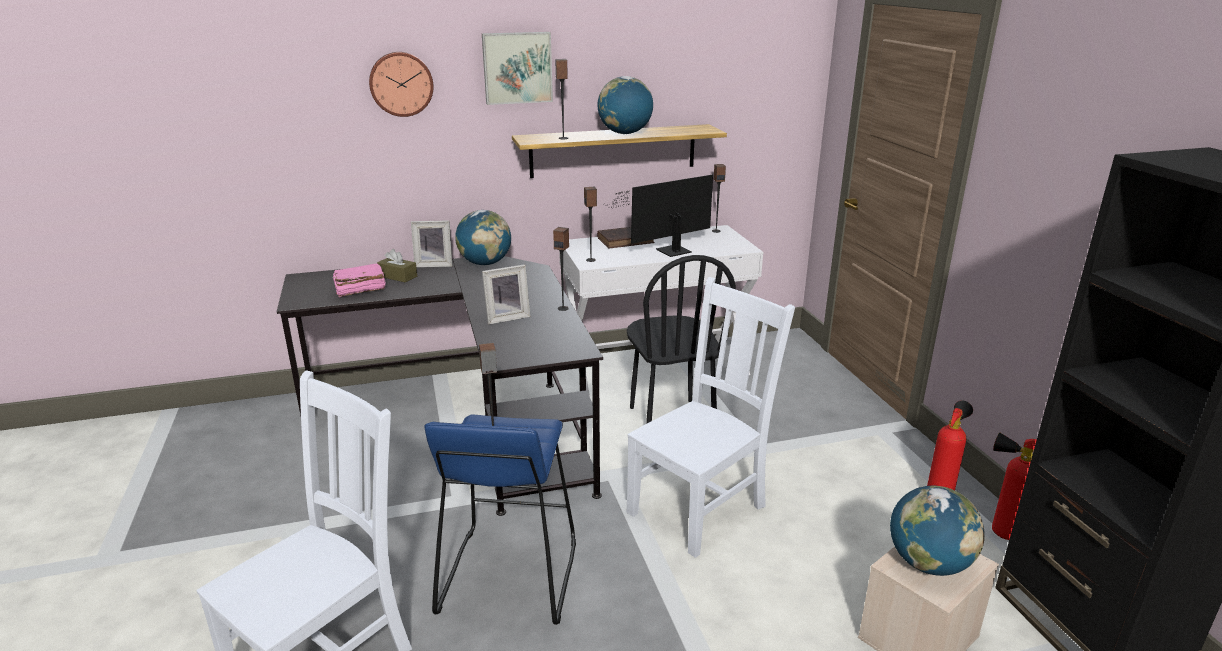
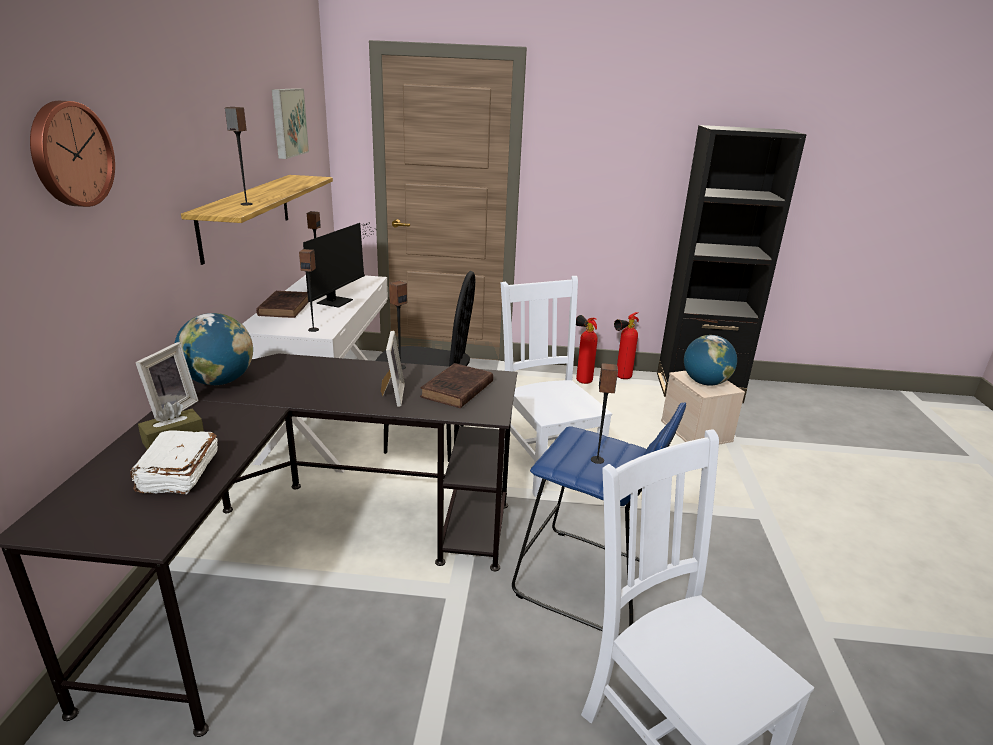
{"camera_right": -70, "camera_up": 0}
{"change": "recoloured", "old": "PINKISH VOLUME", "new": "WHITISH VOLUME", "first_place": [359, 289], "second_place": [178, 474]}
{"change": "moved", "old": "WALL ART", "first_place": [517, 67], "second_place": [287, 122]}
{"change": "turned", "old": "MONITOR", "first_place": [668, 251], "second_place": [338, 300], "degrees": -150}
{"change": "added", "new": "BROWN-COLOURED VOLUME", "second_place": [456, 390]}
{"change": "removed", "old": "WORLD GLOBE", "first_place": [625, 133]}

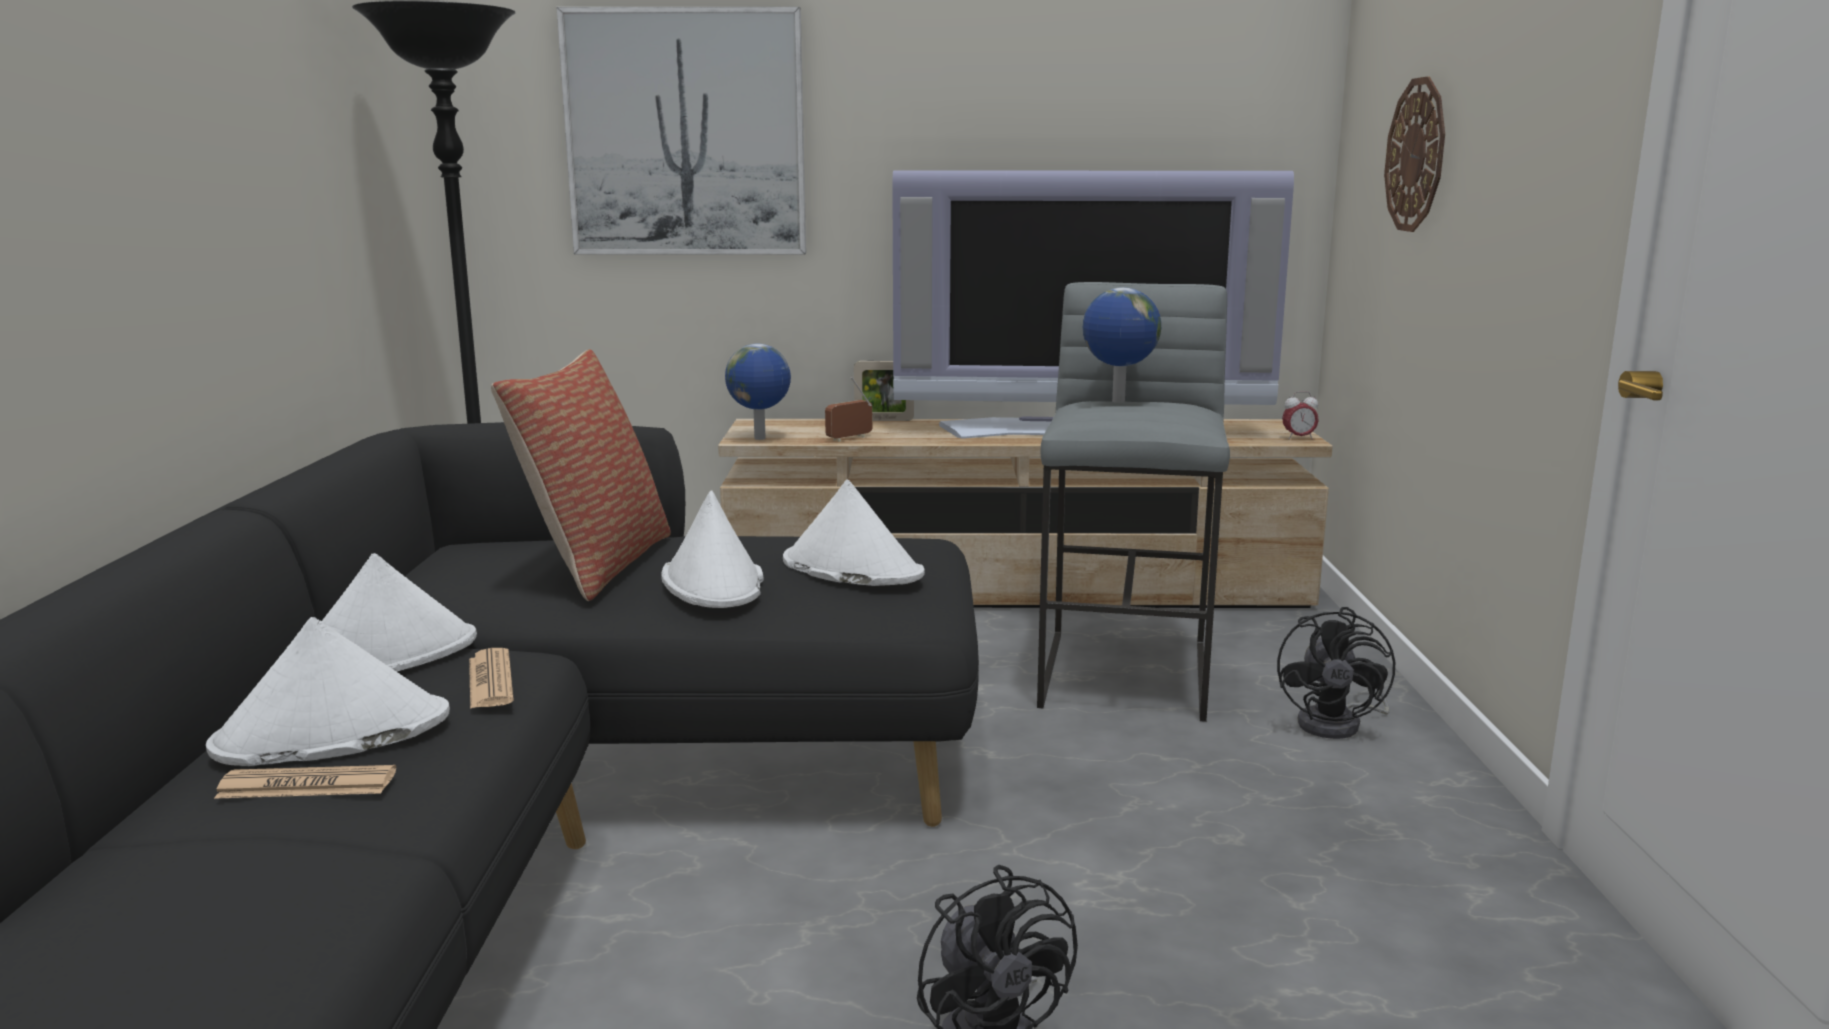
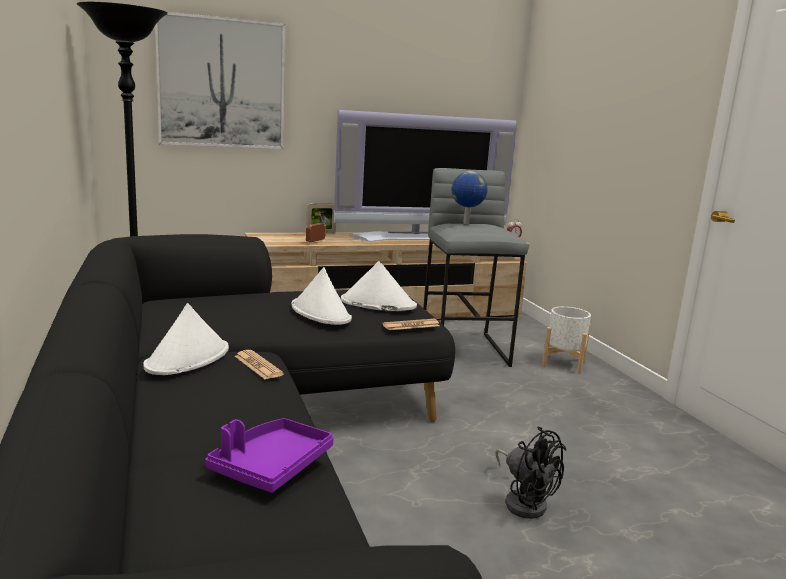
{"camera_right": -20, "camera_up": 0}
{"change": "added", "new": "PURPLE TRAY", "second_place": [271, 466]}
{"change": "moved", "old": "NEWSPAPER", "first_place": [307, 785], "second_place": [411, 325]}
{"change": "replaced", "old": "BLACK-COLOURED ELECTRIC FAN", "new": "WHITISH PLANT POT", "first_place": [1338, 724], "second_place": [563, 363]}
{"change": "removed", "old": "WHITISH CLOTHING HAT", "first_place": [331, 733]}
{"change": "removed", "old": "CUSHION", "first_place": [597, 564]}
{"change": "removed", "old": "WORLD GLOBE", "first_place": [760, 439]}
{"change": "removed", "old": "WALL CLOCK", "first_place": [1416, 155]}

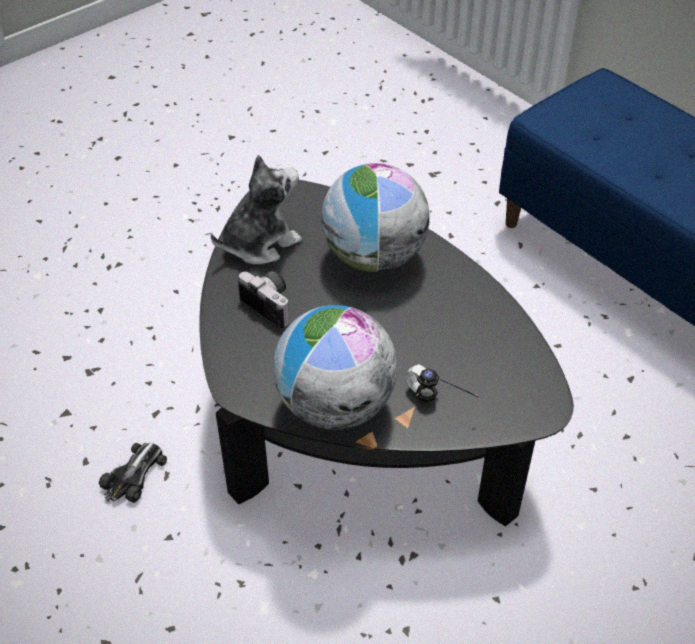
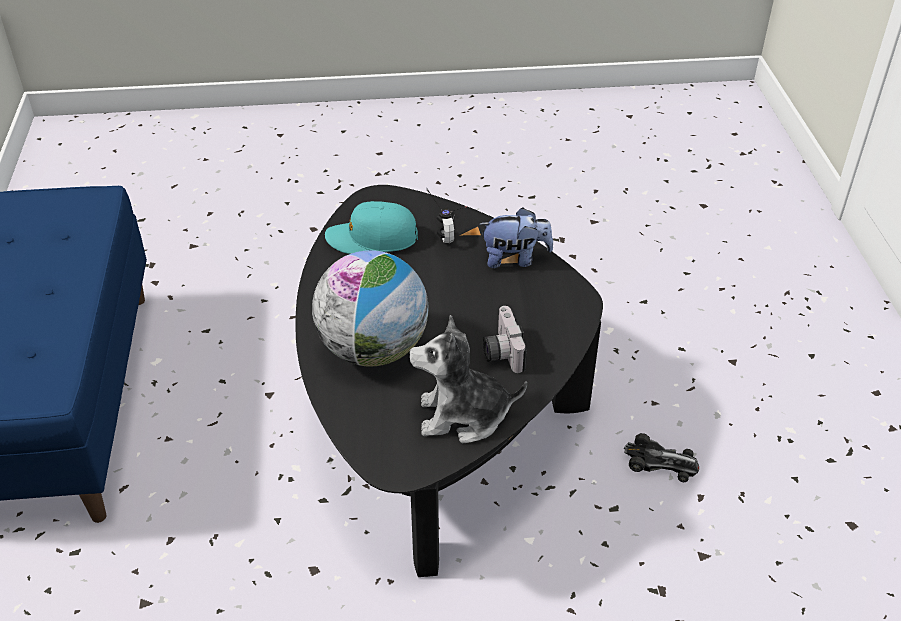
{"camera_right": -145, "camera_up": -5}
{"change": "added", "new": "TURQUOISE BASEBALL CAP", "second_place": [372, 238]}
{"change": "replaced", "old": "WORLD GLOBE", "new": "PLUSH TOY", "first_place": [335, 405], "second_place": [515, 259]}
{"change": "turned", "old": "MINIATURE CAR", "first_place": [135, 475], "second_place": [660, 462], "degrees": -135}

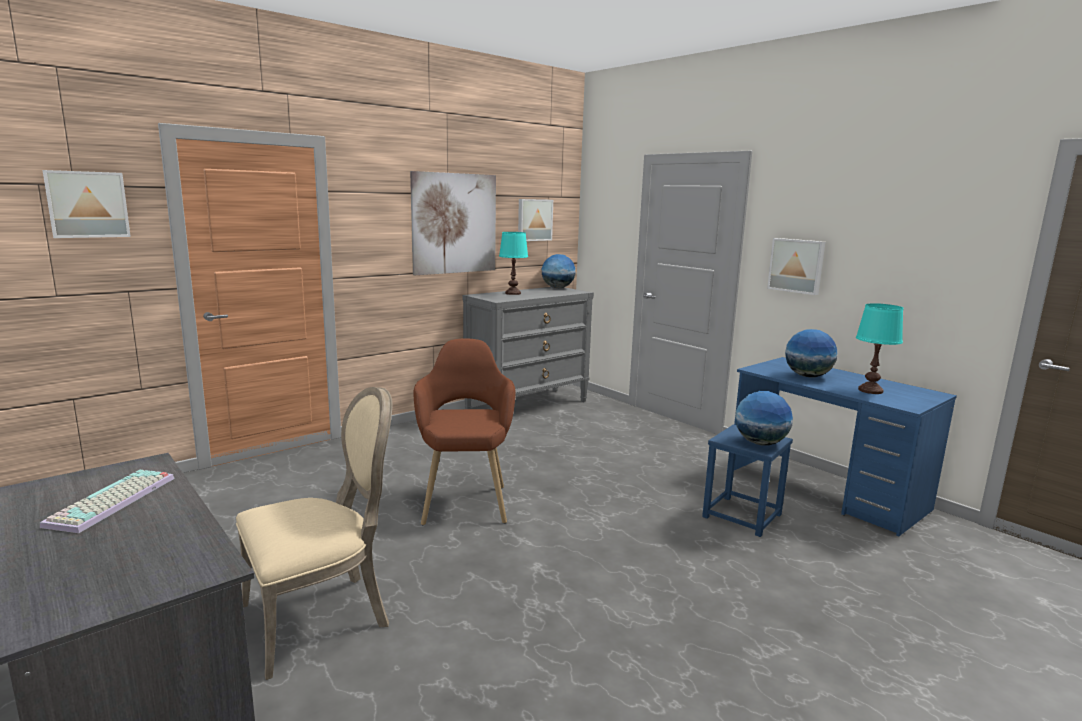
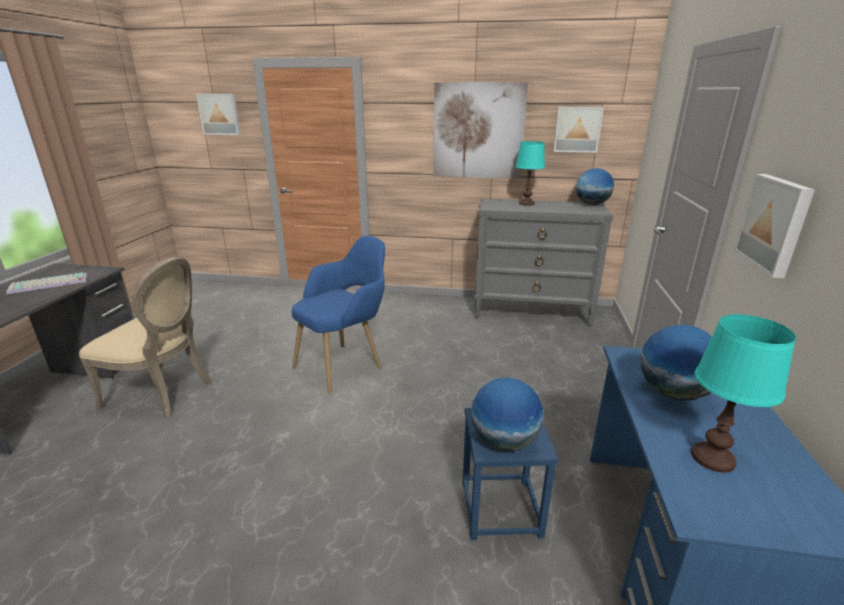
{"camera_right": 50, "camera_up": 10}
{"change": "recoloured", "old": "BROWN-COLOURED LOUNGE CHAIR", "new": "BLUISH LOUNGE CHAIR", "first_place": [465, 498], "second_place": [346, 364]}

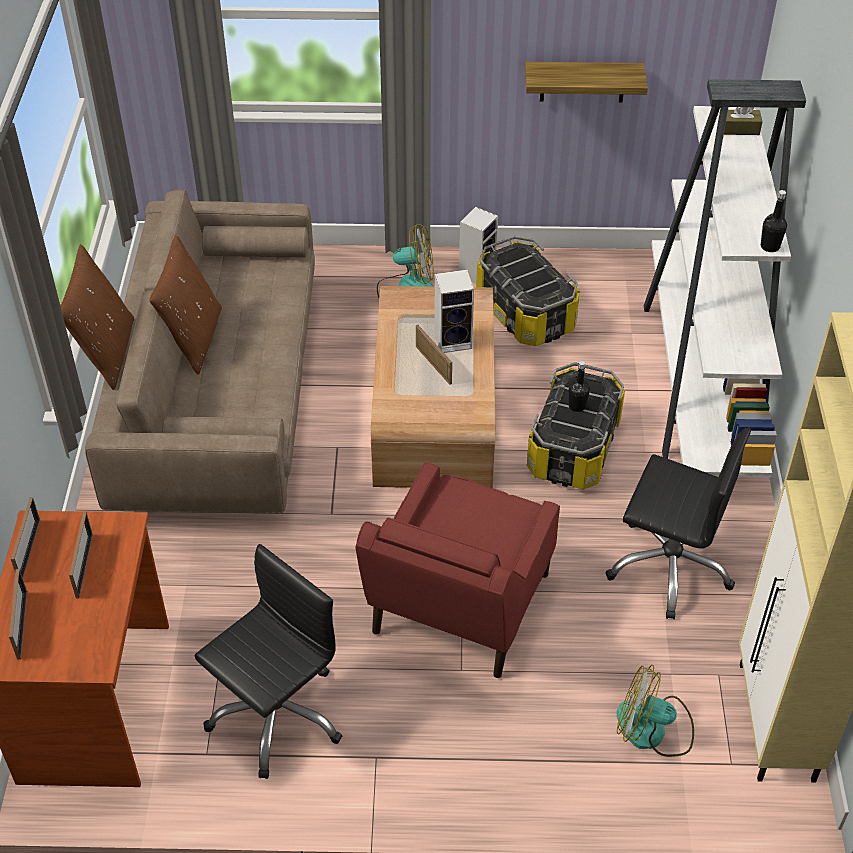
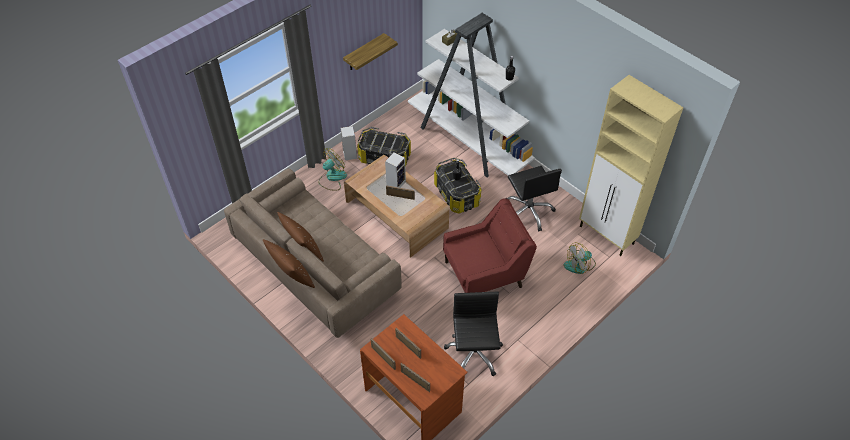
{"camera_right": -45, "camera_up": 5}
{"change": "turned", "old": "RED-COLOURED LOUNGE CHAIR", "first_place": [459, 606], "second_place": [485, 274], "degrees": -90}
{"change": "turned", "old": "BLACK-COLOURED DESK CHAIR", "first_place": [669, 566], "second_place": [528, 211], "degrees": 90}

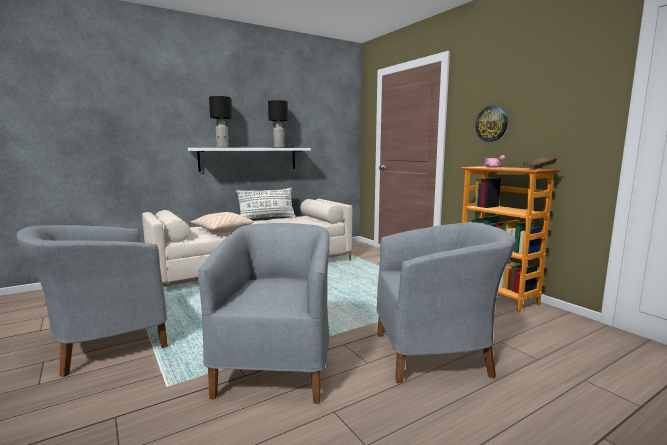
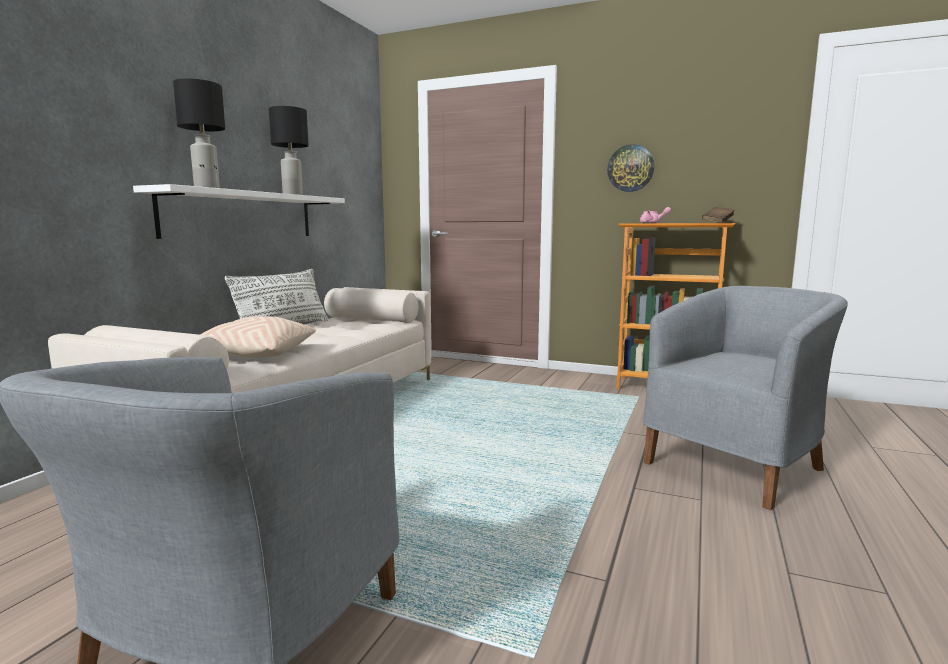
{"camera_right": -35, "camera_up": 0}
{"change": "removed", "old": "GRAY LOUNGE CHAIR", "first_place": [277, 366]}

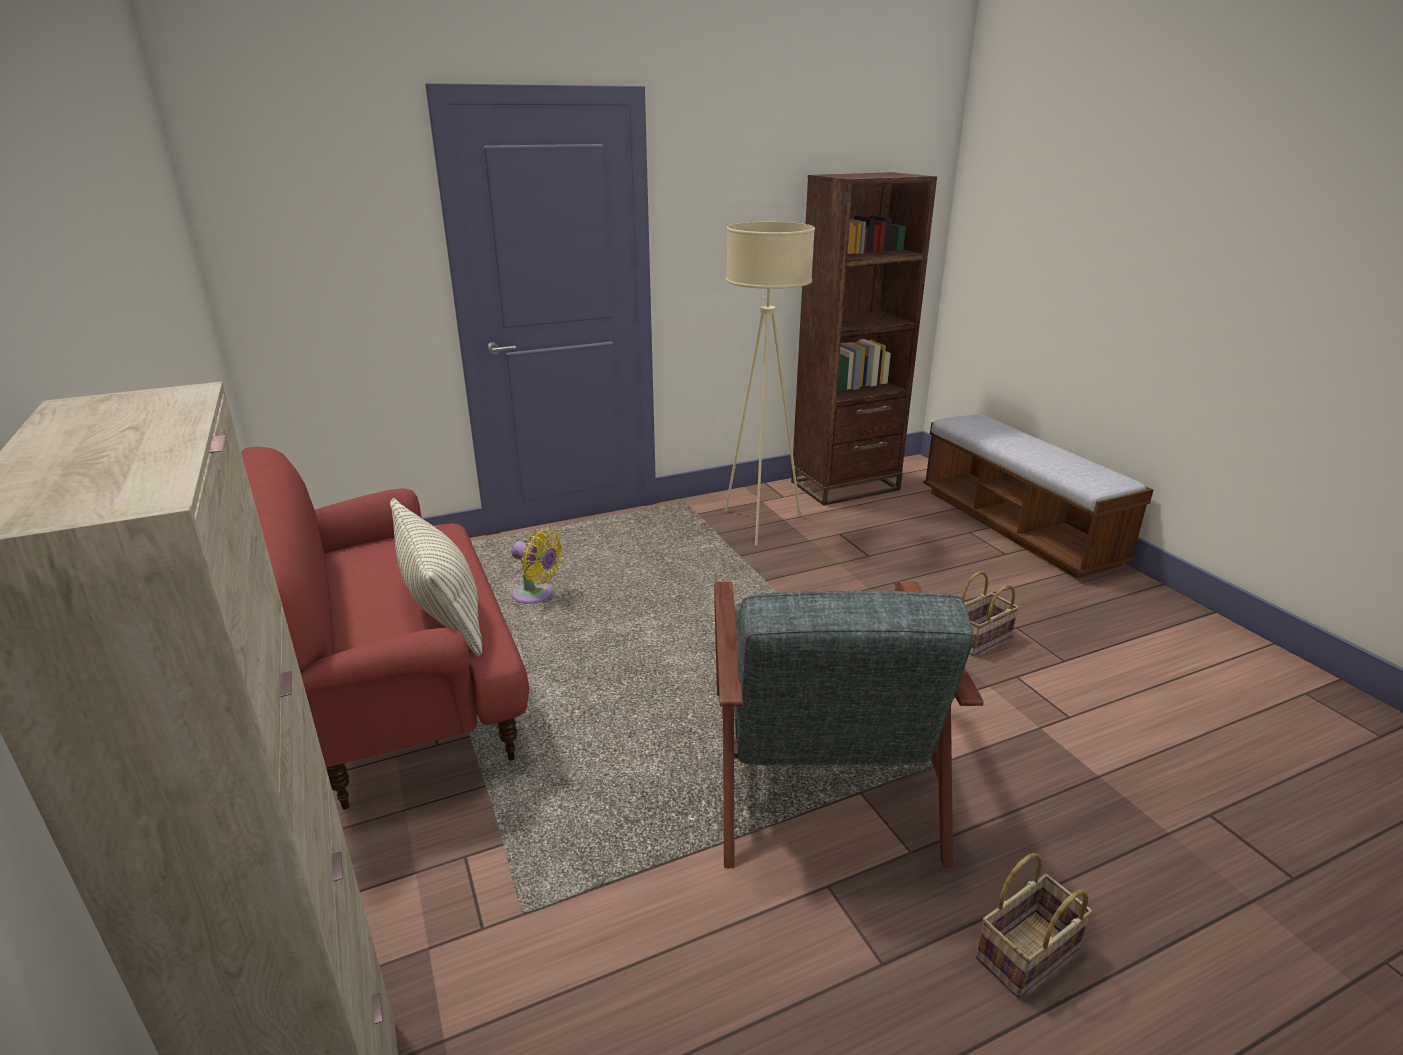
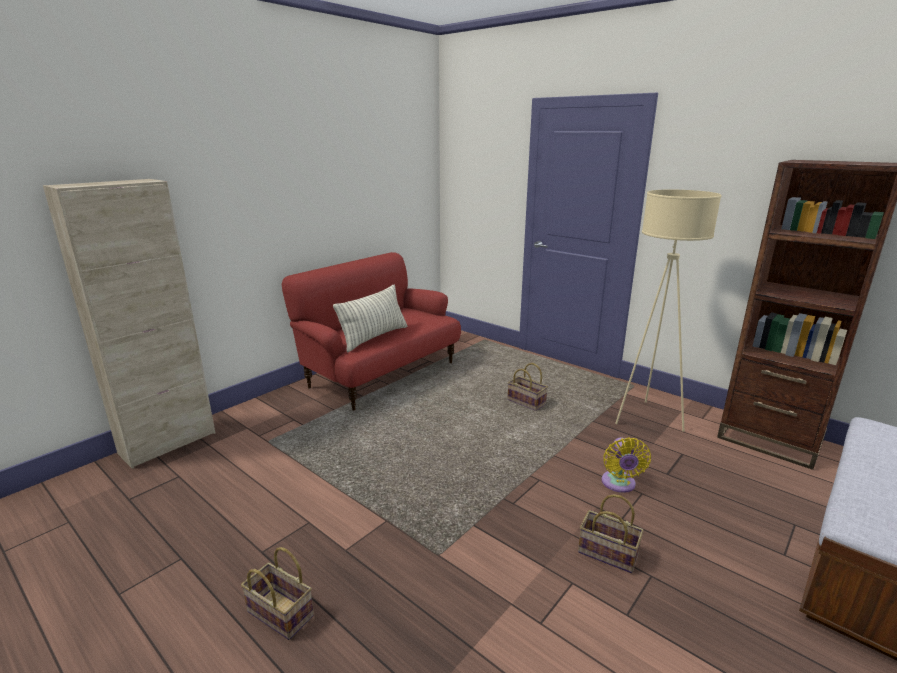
{"camera_right": 65, "camera_up": -5}
{"change": "added", "new": "HOUSEHOLD BASKET", "second_place": [527, 402]}
{"change": "moved", "old": "YELLOW-COLOURED ELECTRIC FAN", "first_place": [536, 595], "second_place": [619, 484]}
{"change": "removed", "old": "GRAY LOUNGE CHAIR", "first_place": [818, 763]}

